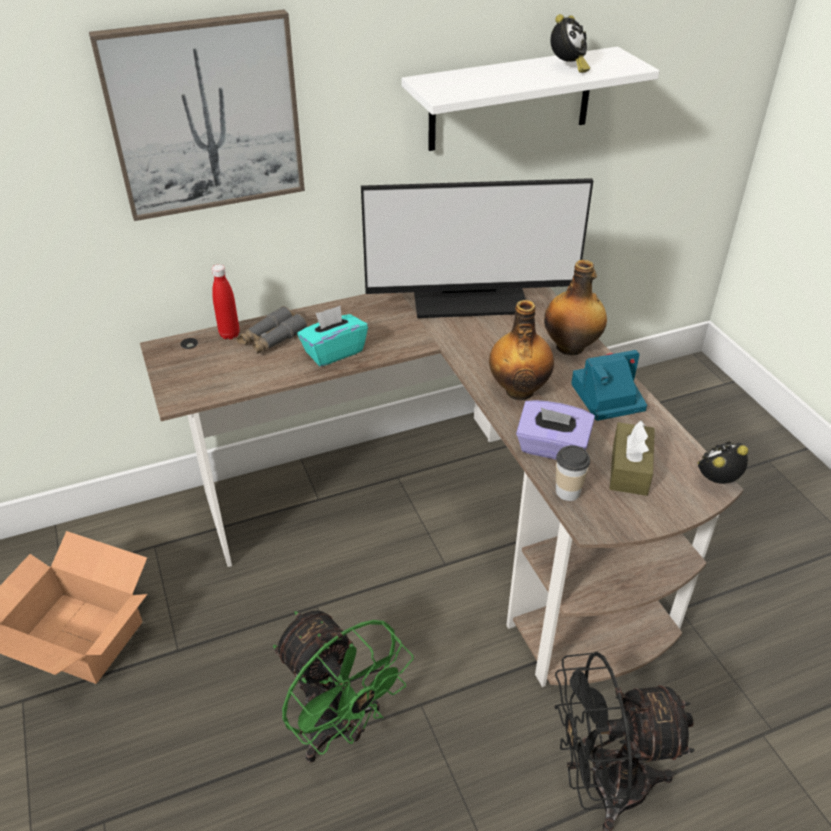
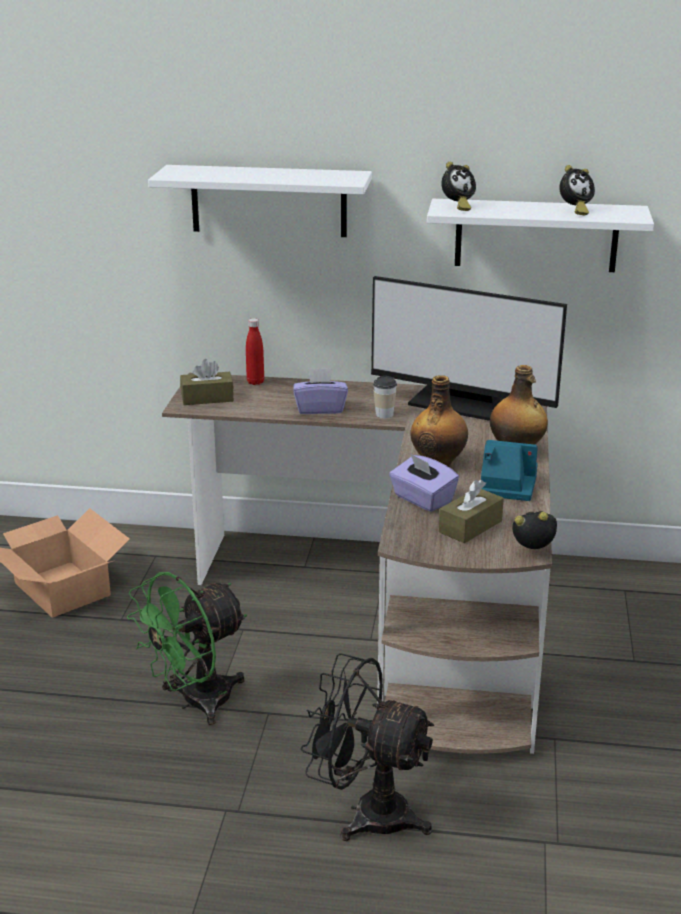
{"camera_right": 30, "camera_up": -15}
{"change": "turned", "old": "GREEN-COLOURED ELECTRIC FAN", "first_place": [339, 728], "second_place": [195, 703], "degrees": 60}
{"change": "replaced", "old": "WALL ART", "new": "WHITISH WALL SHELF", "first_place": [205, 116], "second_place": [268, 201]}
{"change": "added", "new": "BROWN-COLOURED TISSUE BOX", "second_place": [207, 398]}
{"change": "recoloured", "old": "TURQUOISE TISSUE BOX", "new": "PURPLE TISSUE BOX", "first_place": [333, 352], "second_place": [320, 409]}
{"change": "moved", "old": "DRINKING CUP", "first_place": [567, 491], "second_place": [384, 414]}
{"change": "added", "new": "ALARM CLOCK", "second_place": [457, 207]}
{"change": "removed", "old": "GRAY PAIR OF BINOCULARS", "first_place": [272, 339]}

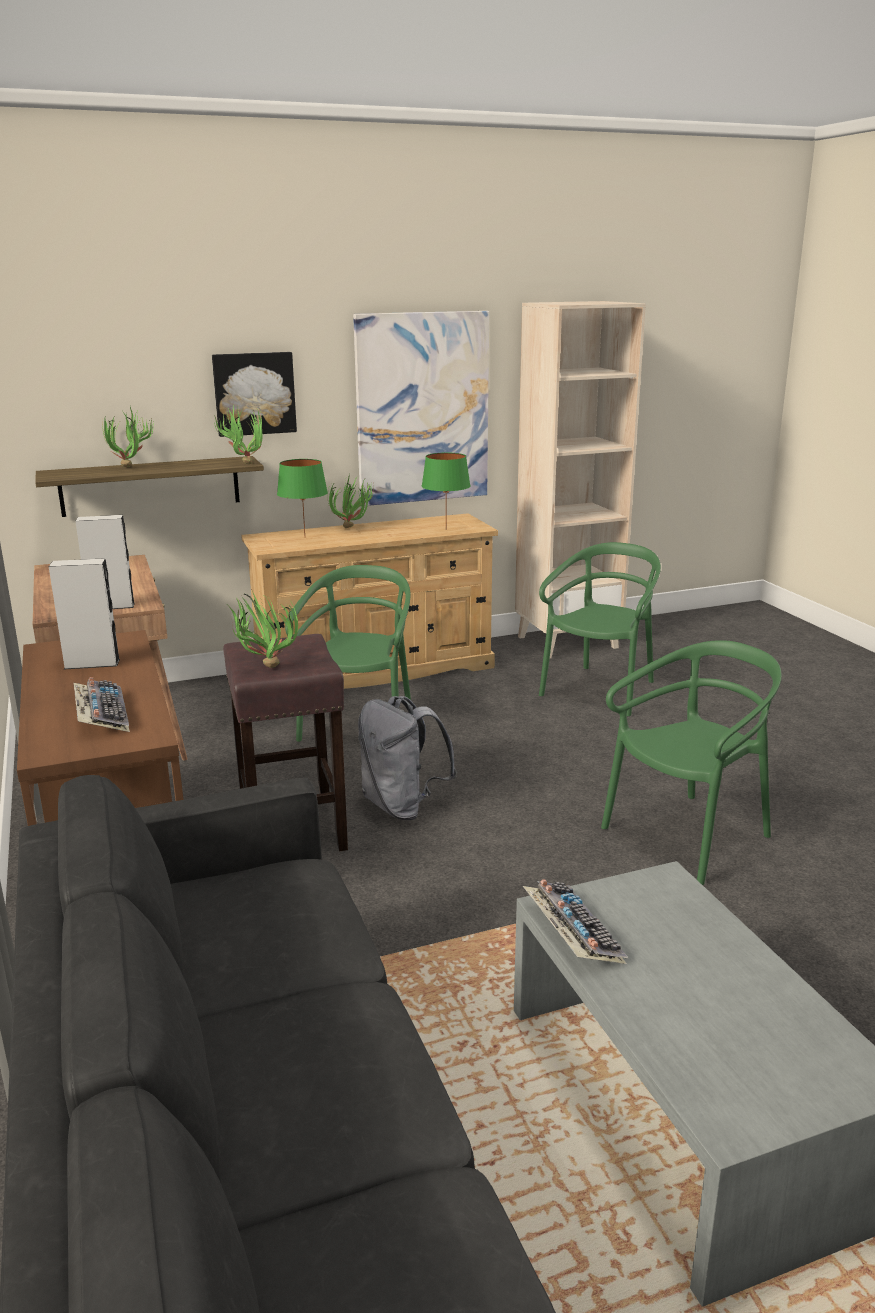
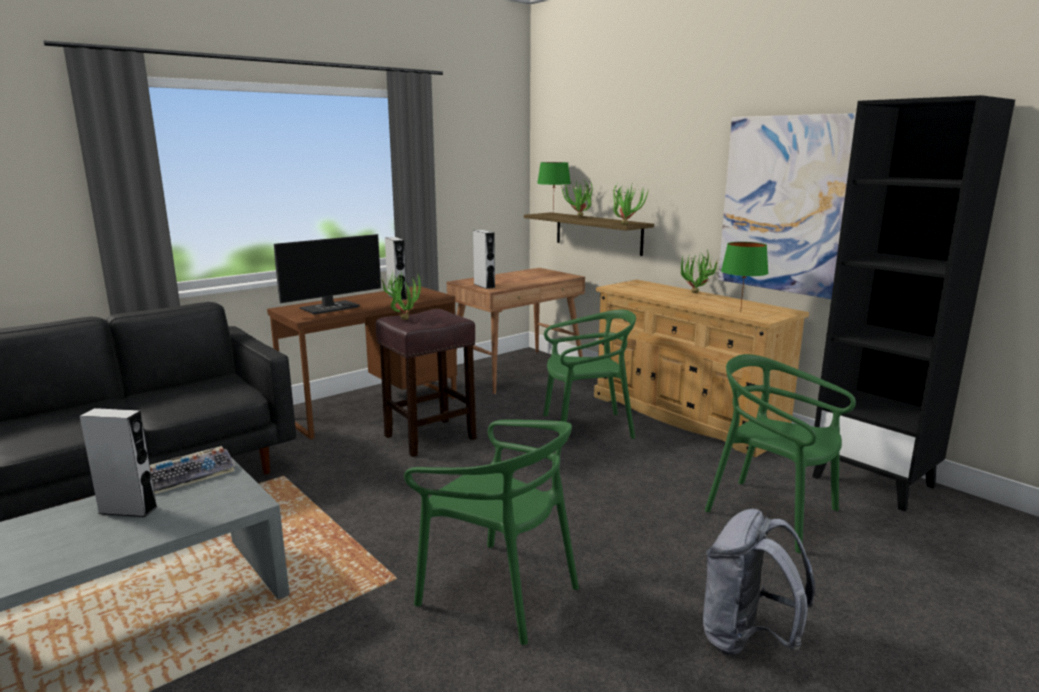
{"camera_right": 70, "camera_up": -5}
{"change": "added", "new": "GRAY SPEAKER", "second_place": [128, 510]}
{"change": "replaced", "old": "PC KEYBOARD", "new": "MONITOR", "first_place": [101, 714], "second_place": [331, 308]}
{"change": "moved", "old": "GREEN-COLOURED TABLE LAMP", "first_place": [304, 538], "second_place": [553, 214]}
{"change": "moved", "old": "GRAY BACKPACK", "first_place": [402, 806], "second_place": [747, 640]}
{"change": "turned", "old": "GREEN-COLOURED PLAIN CHAIR", "first_place": [600, 690], "second_place": [772, 513], "degrees": -150}
{"change": "recoloured", "old": "SAND-COLOURED SHELVING UNIT", "new": "BLACK-COLOURED SHELVING UNIT", "first_place": [567, 642], "second_place": [874, 481]}
{"change": "removed", "old": "WALL ART", "first_place": [254, 393]}

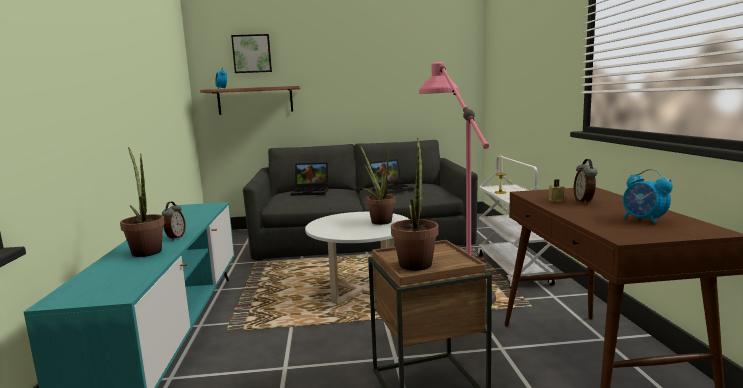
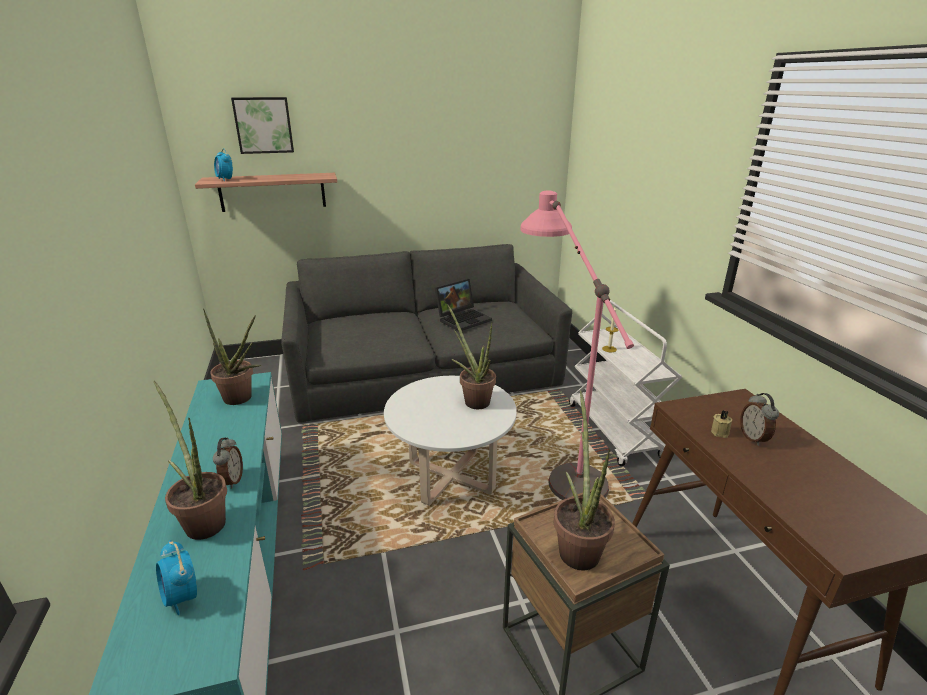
{"camera_right": -10, "camera_up": 15}
{"change": "moved", "old": "ALARM CLOCK", "first_place": [644, 220], "second_place": [182, 597]}
{"change": "added", "new": "PLANT IN A POT", "second_place": [242, 399]}
{"change": "removed", "old": "PORTABLE COMPUTER", "first_place": [311, 191]}

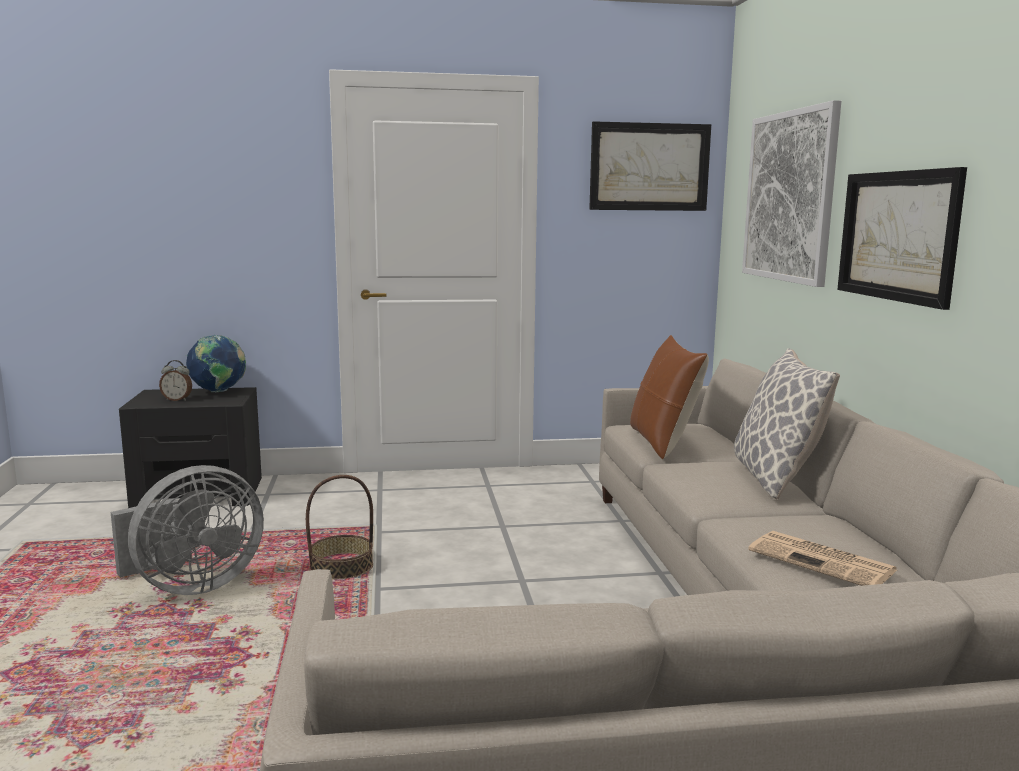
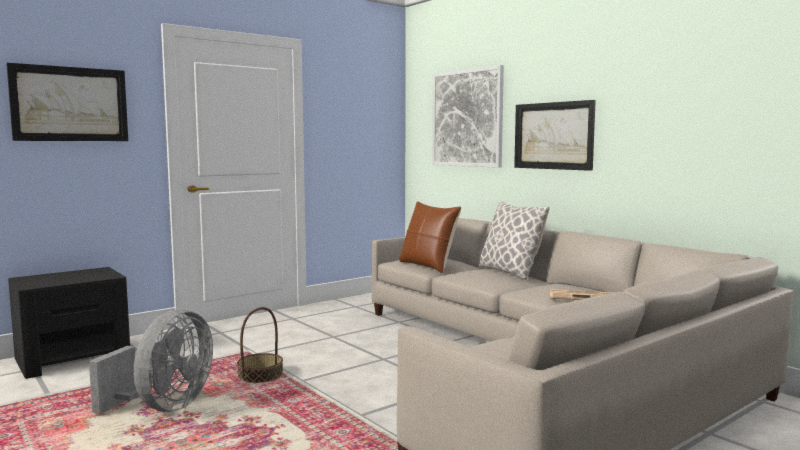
{"camera_right": -30, "camera_up": -5}
{"change": "moved", "old": "WALL ART", "first_place": [649, 167], "second_place": [70, 104]}
{"change": "removed", "old": "ALARM CLOCK", "first_place": [177, 400]}
{"change": "removed", "old": "WORLD GLOBE", "first_place": [218, 392]}

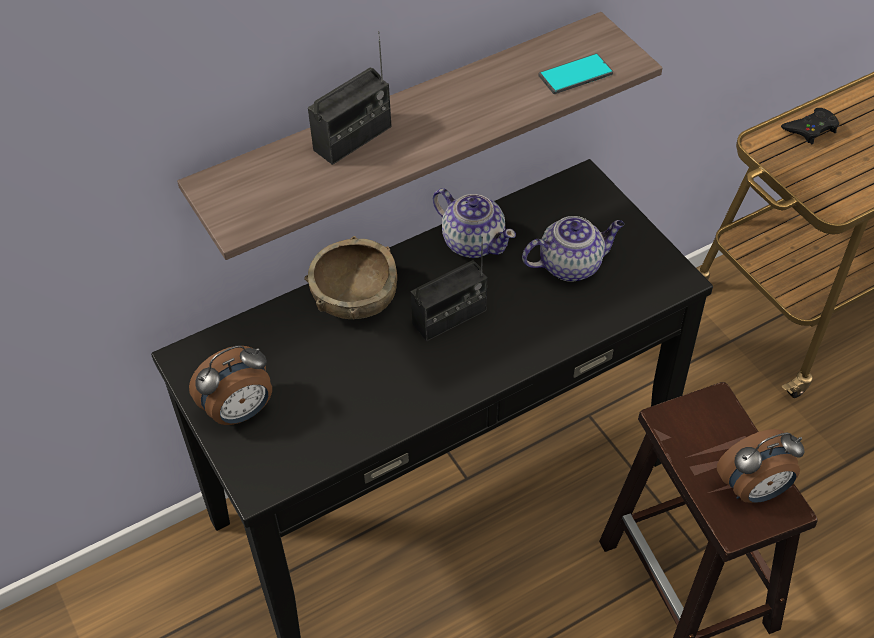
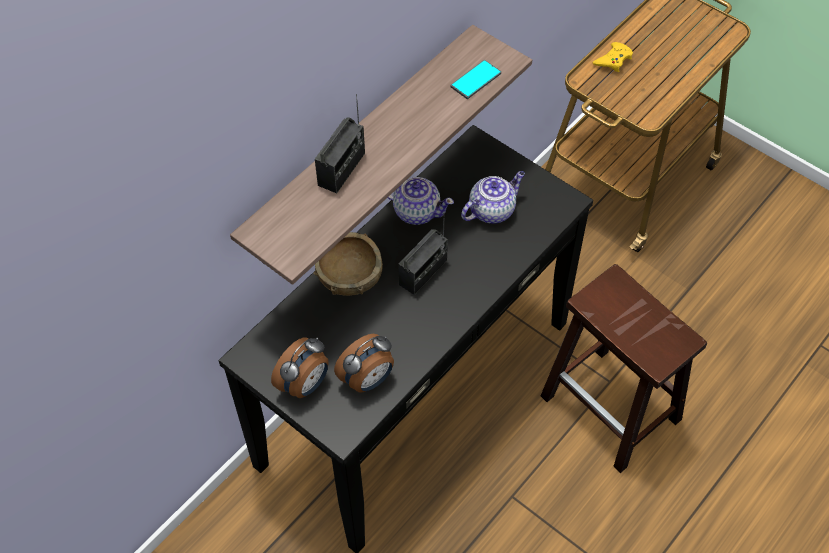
{"camera_right": -20, "camera_up": 5}
{"change": "moved", "old": "ALARM CLOCK", "first_place": [754, 490], "second_place": [368, 380]}
{"change": "recoloured", "old": "BLACK-COLOURED JOYPAD", "new": "YELLOW-COLOURED JOYPAD", "first_place": [811, 129], "second_place": [613, 60]}

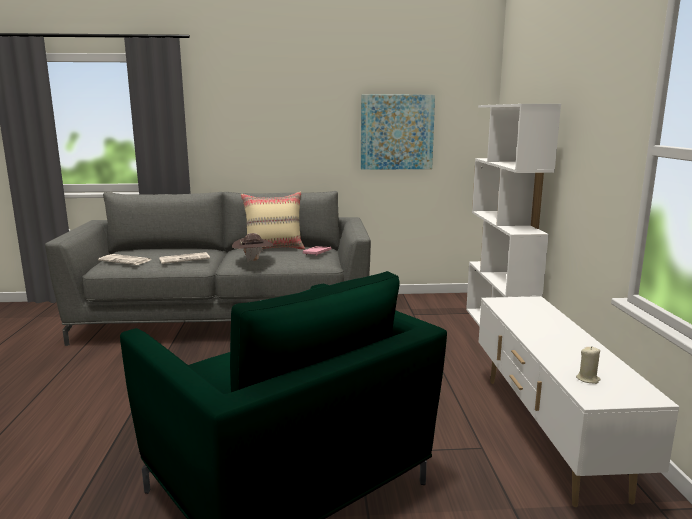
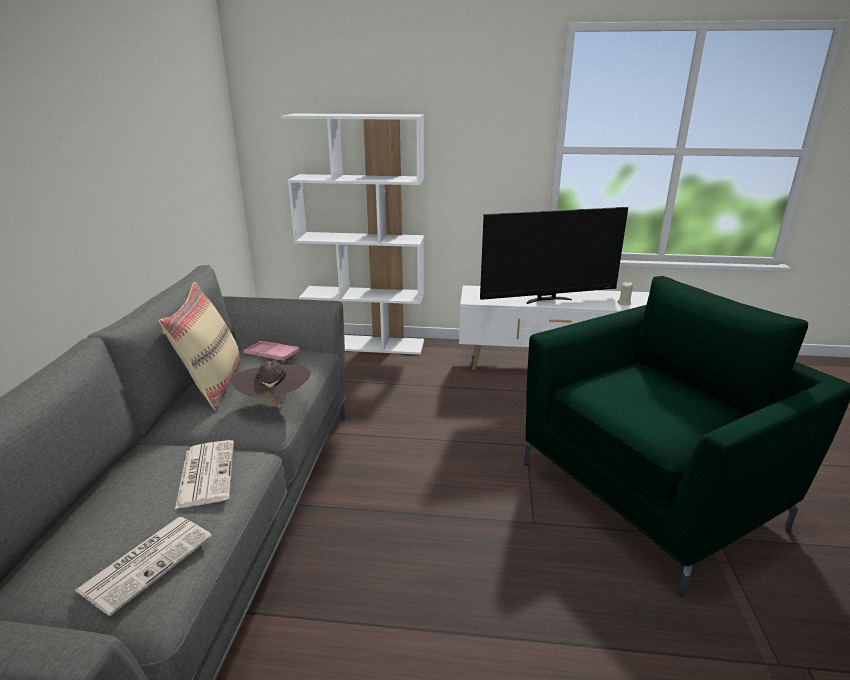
{"camera_right": -80, "camera_up": 10}
{"change": "added", "new": "TV SET", "second_place": [547, 300]}
{"change": "removed", "old": "WALL ART", "first_place": [396, 132]}

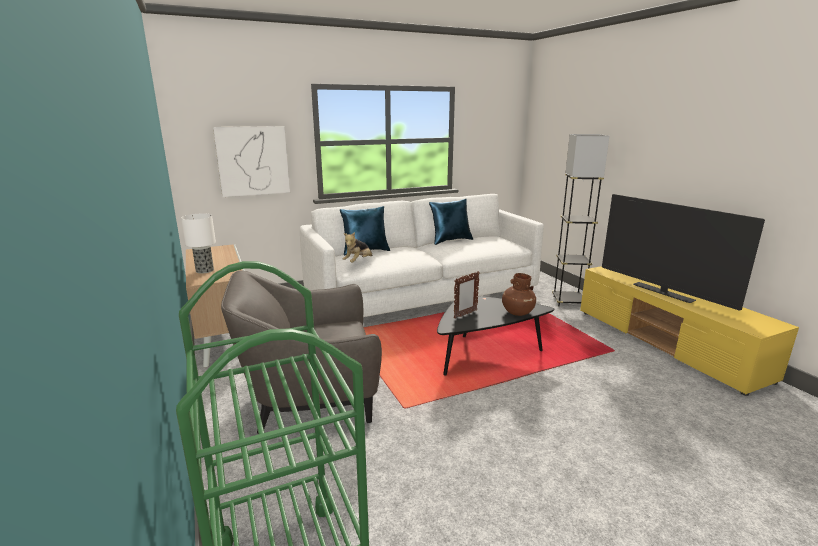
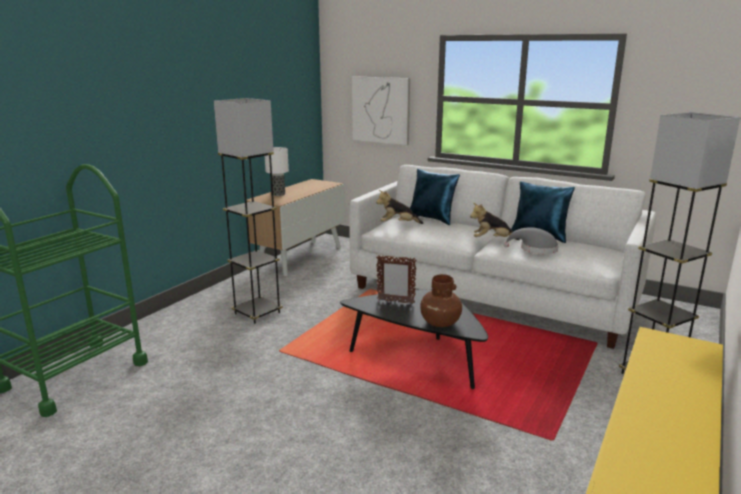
{"camera_right": 55, "camera_up": 0}
{"change": "replaced", "old": "GRAY LOUNGE CHAIR", "new": "GRAY FLOOR LAMP", "first_place": [311, 397], "second_place": [257, 313]}
{"change": "added", "new": "PLUSH TOY", "second_place": [492, 240]}
{"change": "added", "new": "GRAY CLOTHING HAT", "second_place": [535, 249]}
{"change": "removed", "old": "TV SET", "first_place": [662, 292]}

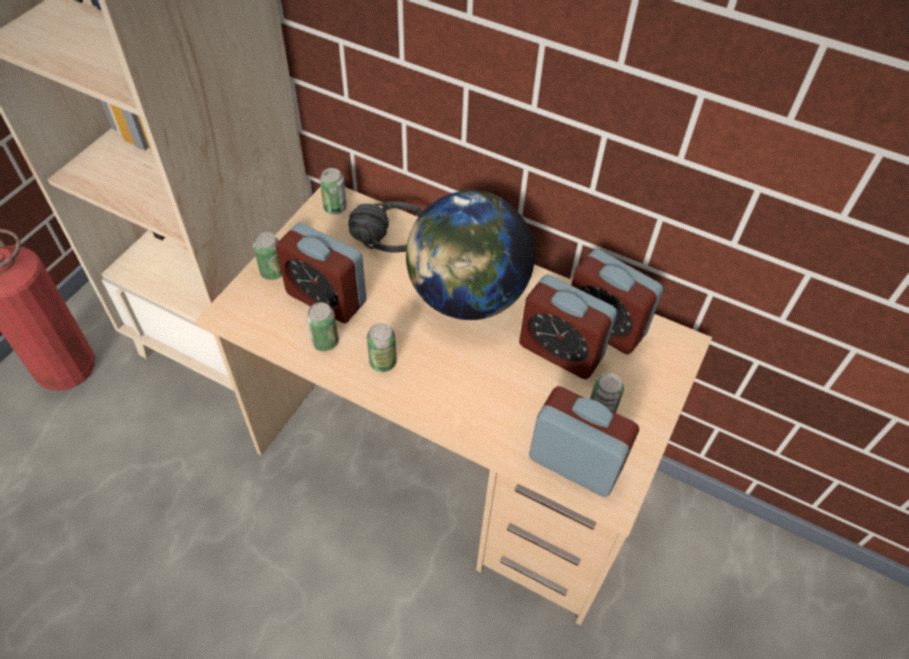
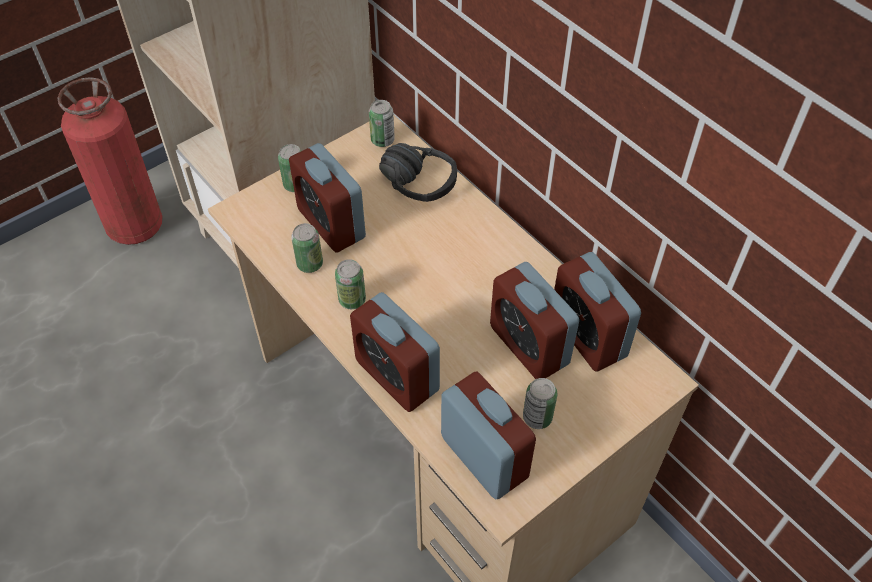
{"camera_right": 25, "camera_up": 0}
{"change": "added", "new": "ALARM CLOCK", "second_place": [397, 376]}
{"change": "removed", "old": "WORLD GLOBE", "first_place": [467, 297]}

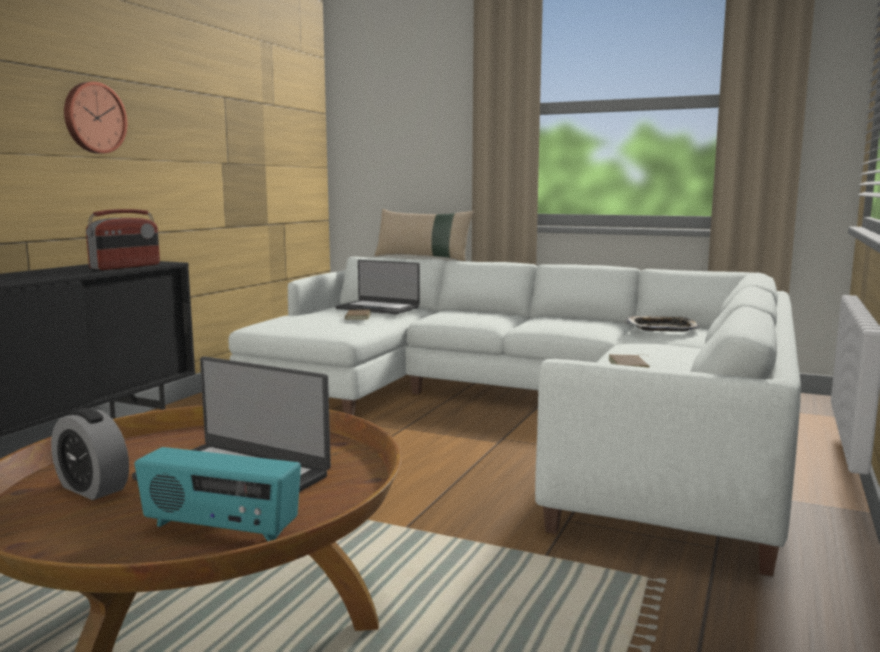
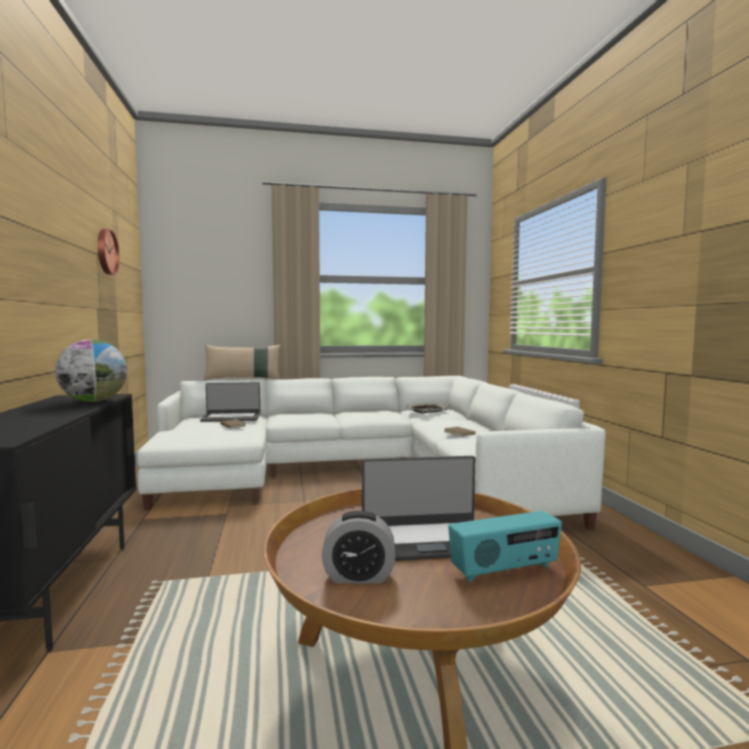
{"camera_right": -35, "camera_up": -5}
{"change": "replaced", "old": "RADIO", "new": "WORLD GLOBE", "first_place": [126, 267], "second_place": [94, 401]}
{"change": "moved", "old": "WALL CLOCK", "first_place": [93, 118], "second_place": [105, 251]}

